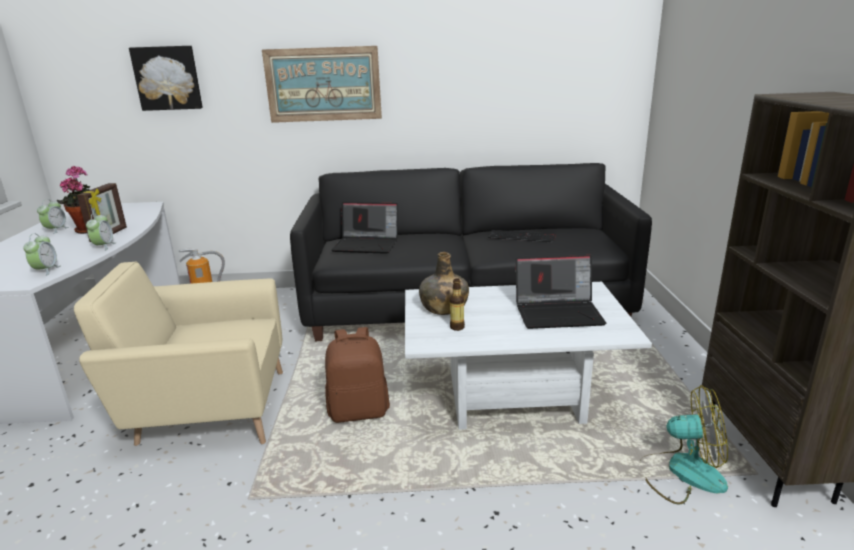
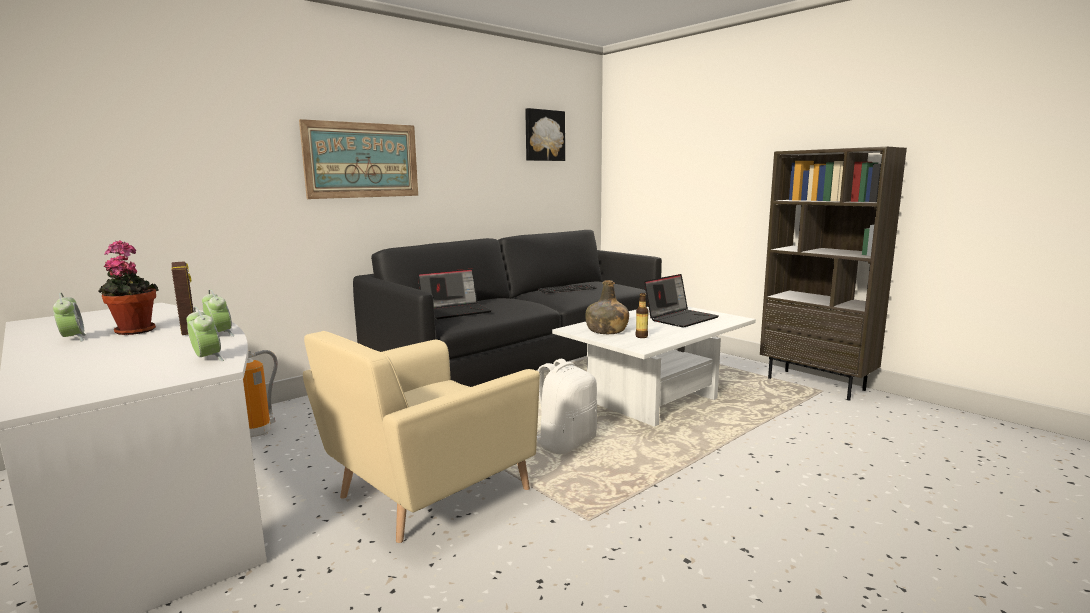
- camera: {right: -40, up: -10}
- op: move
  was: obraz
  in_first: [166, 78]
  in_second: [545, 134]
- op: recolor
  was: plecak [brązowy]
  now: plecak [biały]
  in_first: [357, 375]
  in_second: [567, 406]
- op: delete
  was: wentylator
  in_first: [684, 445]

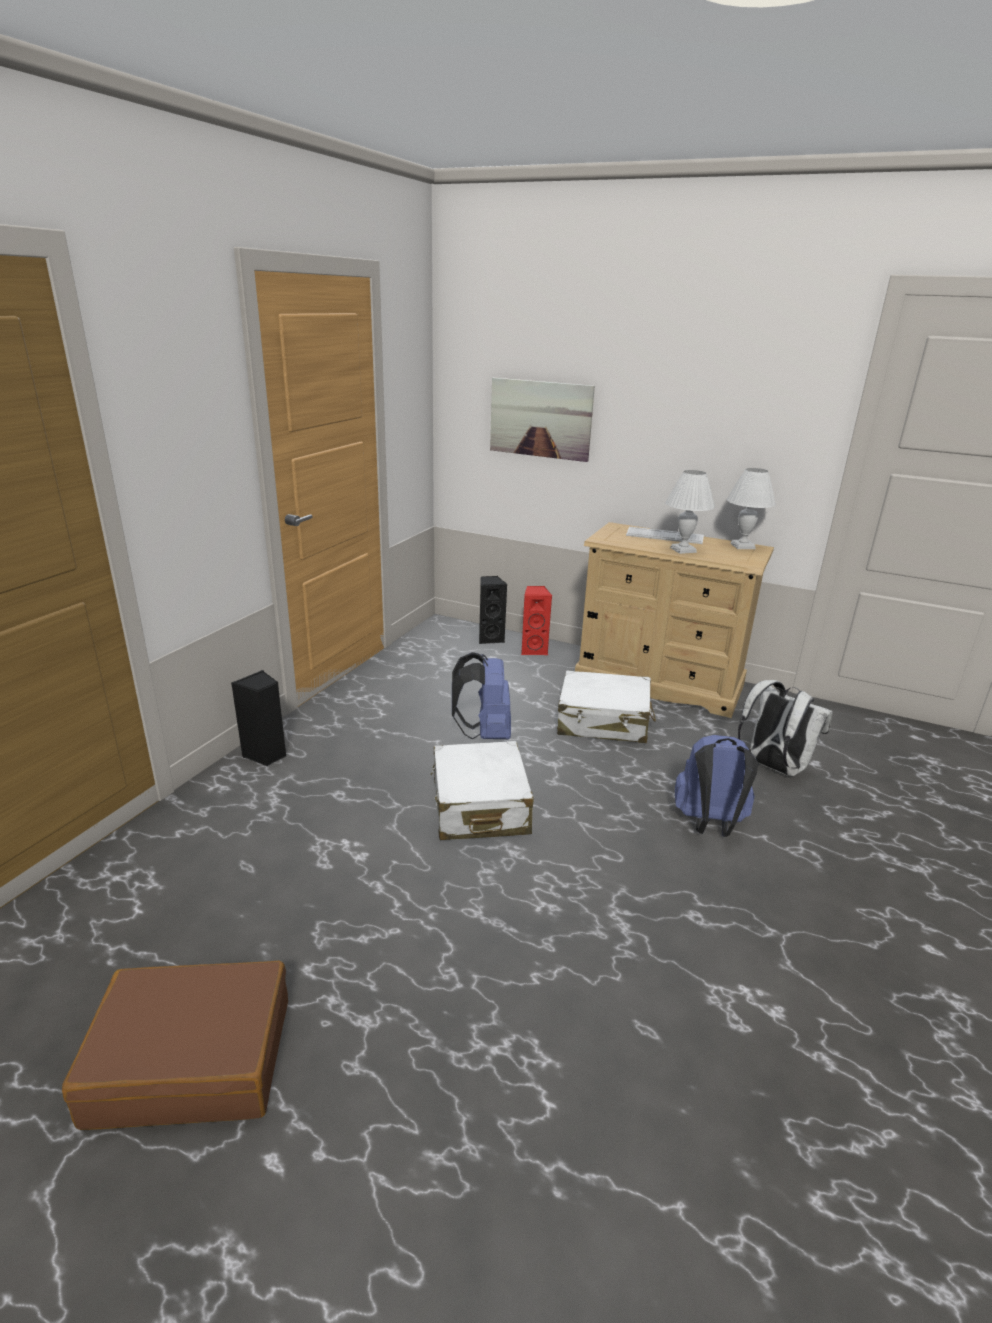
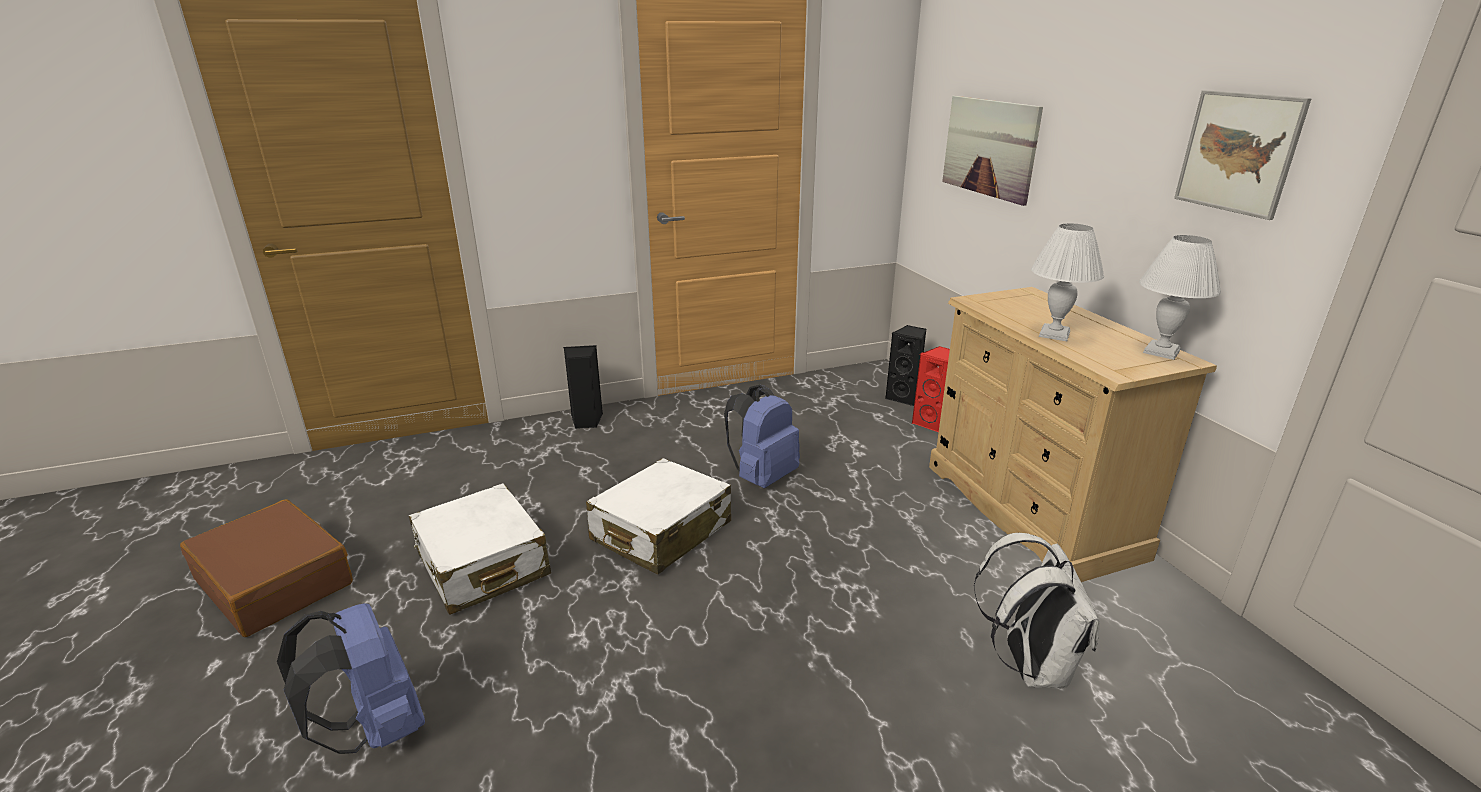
- camera: {right: 45, up: 0}
- op: move
  was: walizka [biały]
  in_first: [606, 706]
  in_second: [480, 549]
- op: delete
  was: klawiatura
  in_first: [665, 535]
- op: move
  was: plecak [niebieski]
  in_first: [717, 786]
  in_second: [351, 678]
- op: insert
  now: obraz
  in_second: [1242, 155]

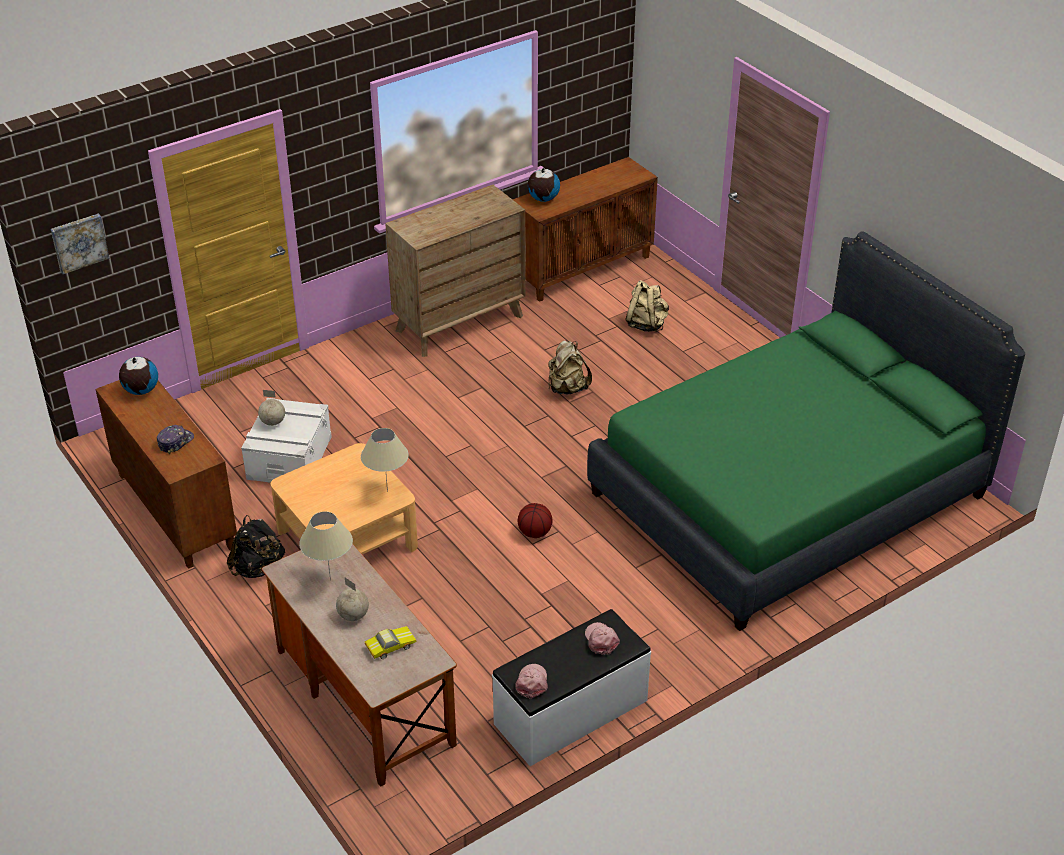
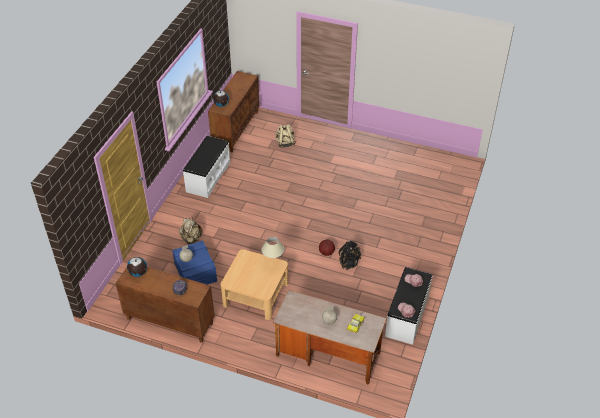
- camera: {right: -35, up: 5}
- op: delete
  was: obraz
  in_first: [80, 244]
- op: move
  was: plecak [czarny]
  in_first: [256, 546]
  in_second: [350, 255]
- op: recolor
  was: pojemnik do przechowywania [biały]
  now: pojemnik do przechowywania [niebieski]
  in_first: [286, 440]
  in_second: [194, 262]
- op: delete
  was: lampa stołowa [beżowy]
  in_first: [326, 546]
- op: replace
  was: komoda [brązowy]
  now: ławka [biały]
  in_first: [455, 271]
  in_second: [206, 167]
- op: move
  was: plecak [beżowy]
  in_first: [570, 367]
  in_second: [191, 231]
- op: delete
  was: łóżko [zielony]
  in_first: [806, 431]

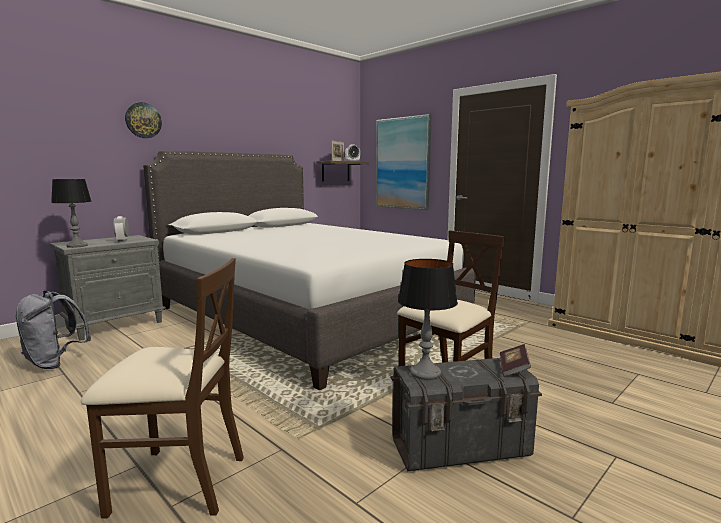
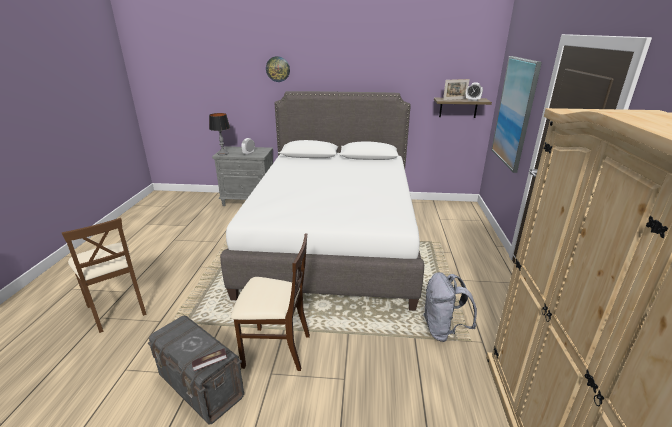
- camera: {right: 50, up: 15}
- op: move
  was: plecak [szary]
  in_first: [53, 330]
  in_second: [450, 307]
- op: delete
  was: lampa stołowa
  in_first: [428, 319]

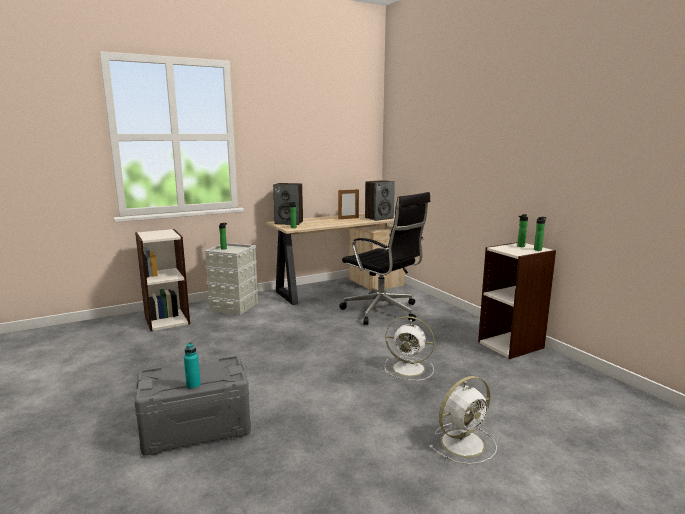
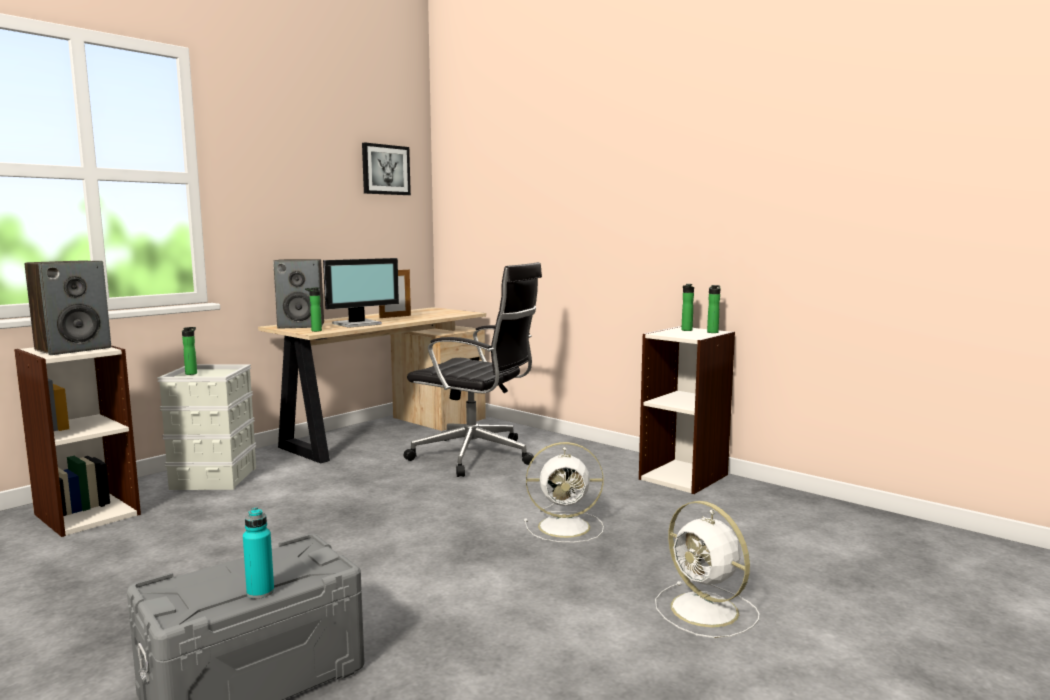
- camera: {right: -20, up: -5}
- op: move
  was: głośnik
  in_first: [380, 200]
  in_second: [68, 307]
- op: rotate
  was: wentylator [biały]
  in_first: [463, 420]
  in_second: [707, 569]
  clockwise: 105
- op: insert
  now: monitor
  in_second: [361, 293]
- op: insert
  now: obraz
  in_second: [386, 168]

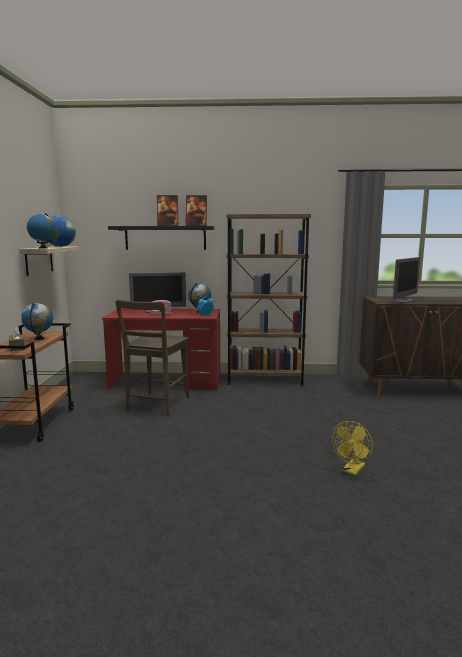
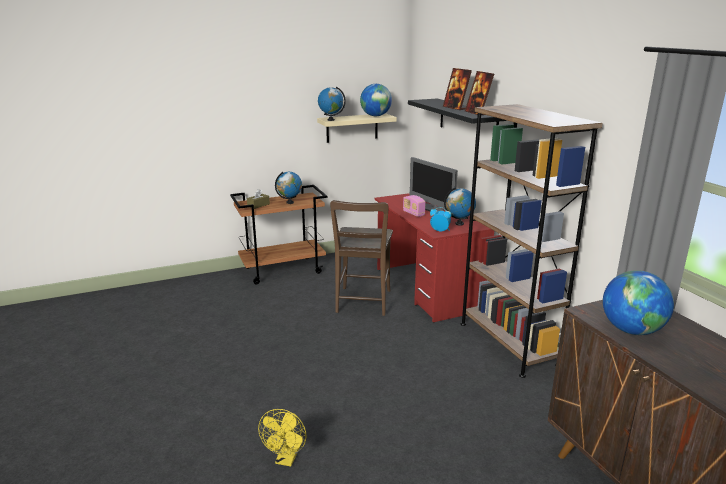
- camera: {right: 65, up: 10}
- op: rotate
  was: krzesło [brązowy]
  in_first: [153, 358]
  in_second: [361, 258]
  clockwise: -75
- op: rotate
  was: wentylator [żółty]
  in_first: [352, 448]
  in_second: [282, 437]
  clockwise: -90
- op: replace
  was: monitor
  now: globus
  in_first: [406, 280]
  in_second: [638, 302]

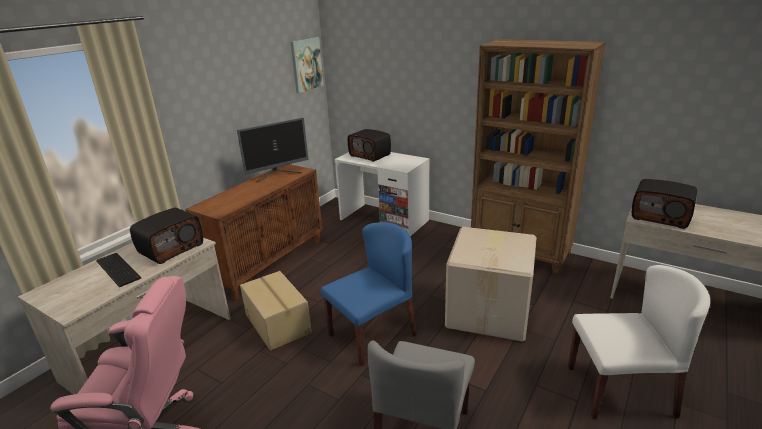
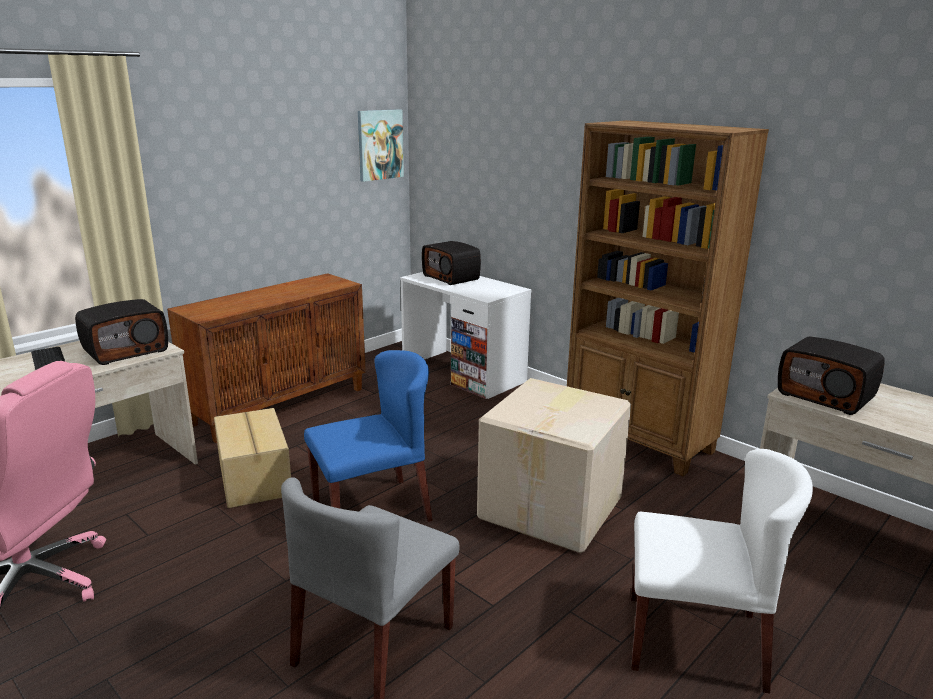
- camera: {right: 10, up: -5}
- op: delete
  was: monitor
  in_first: [272, 150]

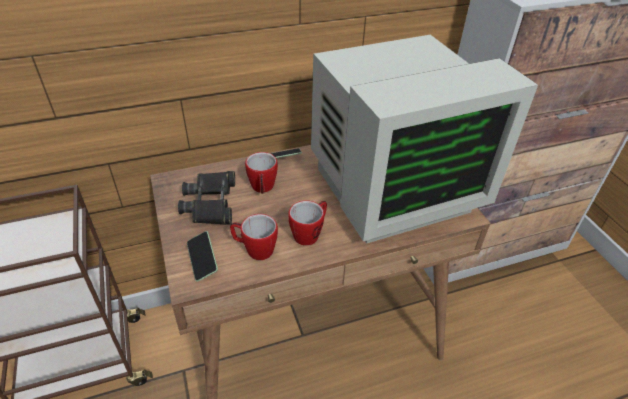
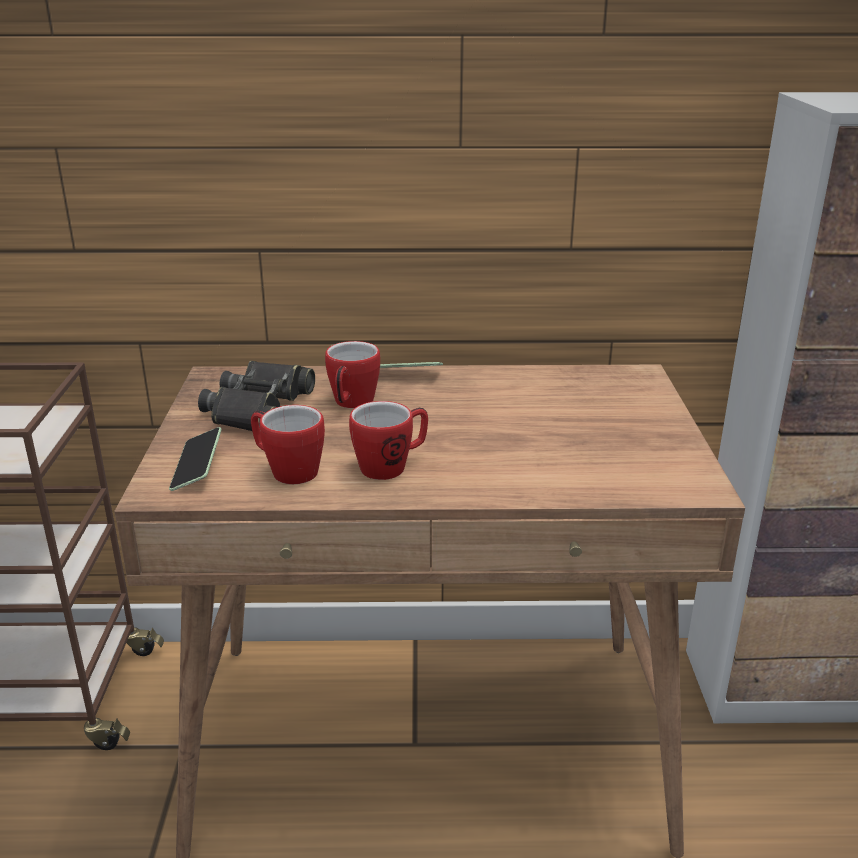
- camera: {right: 20, up: -15}
- op: delete
  was: monitor
  in_first: [424, 139]

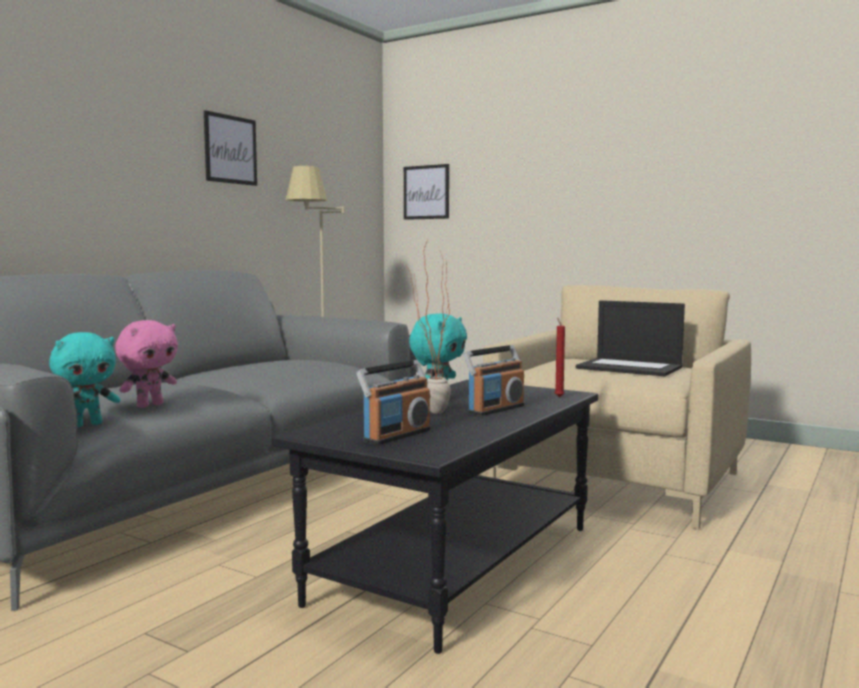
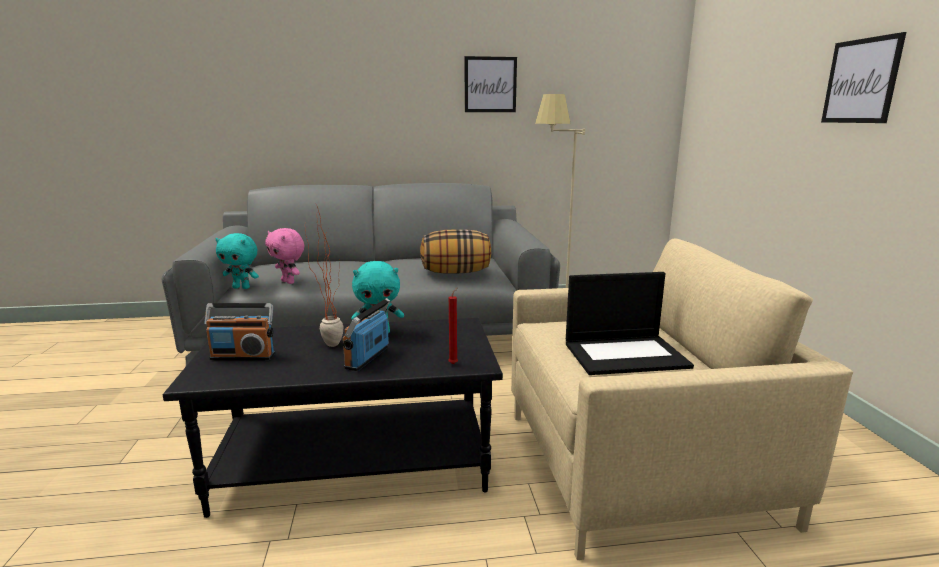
- camera: {right: 50, up: 10}
- op: rotate
  was: pluszak [różowy]
  in_first: [146, 364]
  in_second: [284, 256]
  clockwise: 45
- op: move
  was: obraz
  in_first: [426, 192]
  in_second: [863, 77]
- op: rotate
  was: radio
  in_first: [493, 380]
  in_second: [366, 334]
  clockwise: 105
- op: rotate
  was: laptop
  in_first: [630, 338]
  in_second: [630, 323]
  clockwise: -90
- op: insert
  now: poduszka
  in_second: [455, 251]

